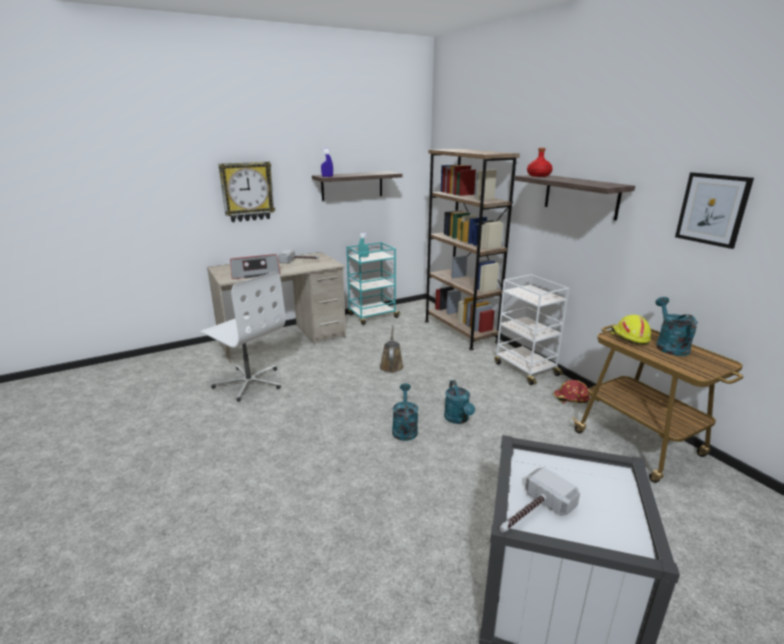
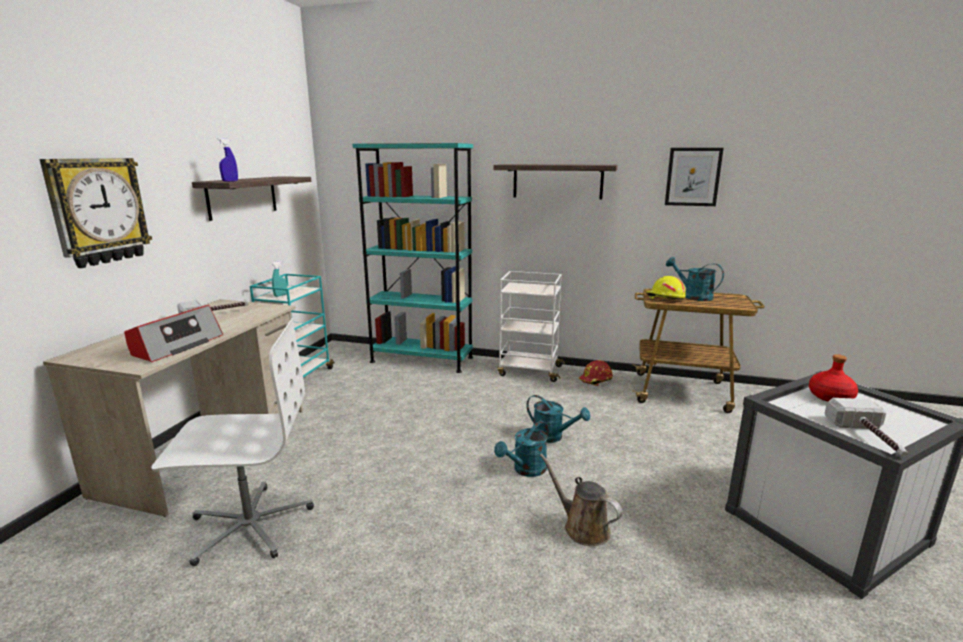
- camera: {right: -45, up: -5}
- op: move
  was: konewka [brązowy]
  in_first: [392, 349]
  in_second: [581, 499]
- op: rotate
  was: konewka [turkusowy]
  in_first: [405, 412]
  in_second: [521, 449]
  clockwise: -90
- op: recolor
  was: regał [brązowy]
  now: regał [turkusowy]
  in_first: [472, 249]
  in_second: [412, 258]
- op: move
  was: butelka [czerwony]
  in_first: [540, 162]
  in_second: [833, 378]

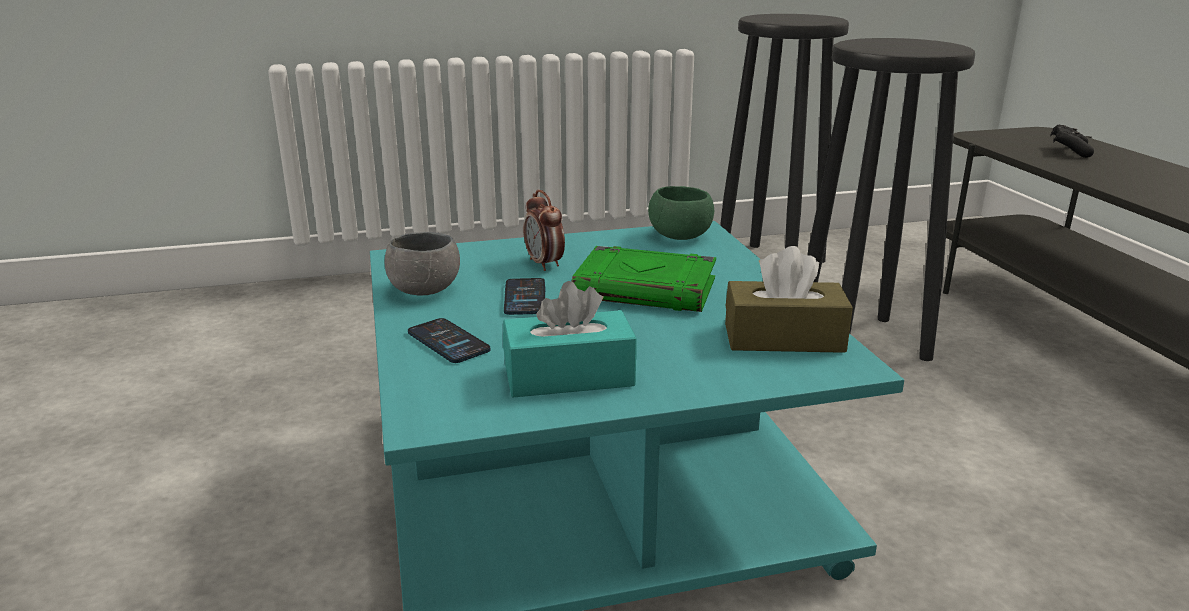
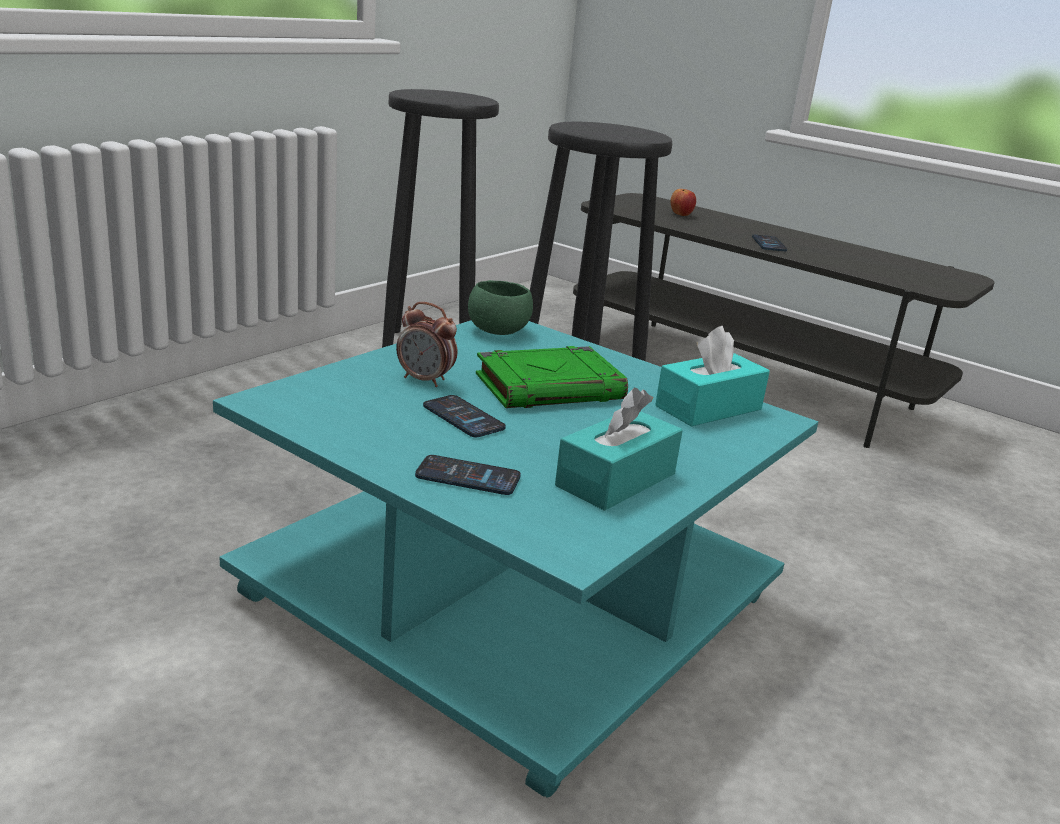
- camera: {right: -40, up: 0}
- op: delete
  was: miska [szary]
  in_first: [422, 263]
- op: recolor
  was: pudełko chusteczek [brązowy]
  now: pudełko chusteczek [turkusowy]
  in_first: [789, 299]
  in_second: [712, 376]
- op: replace
  was: pad do gier [czarny]
  now: jabłko
  in_first: [1072, 141]
  in_second: [683, 202]
- op: insert
  now: telefon
  in_second: [769, 243]

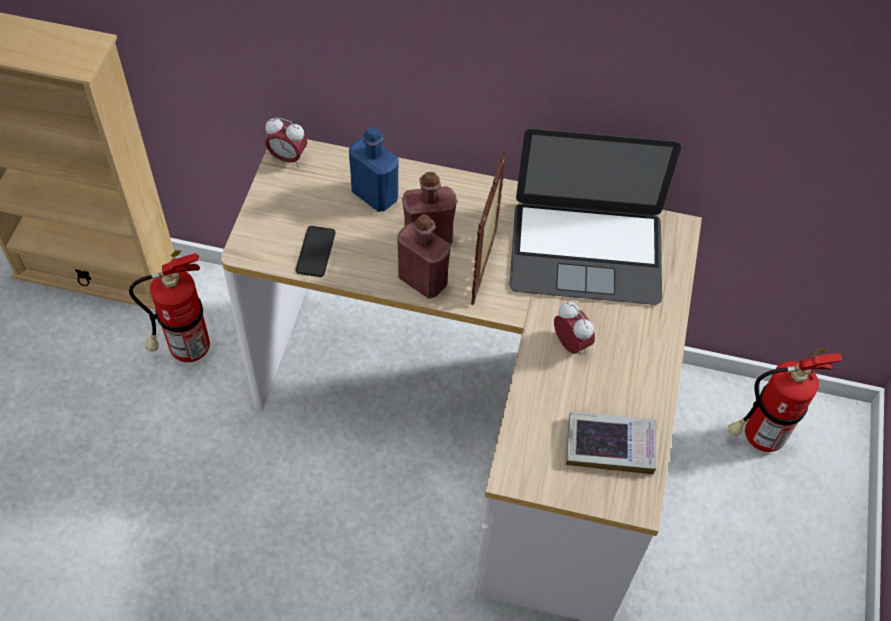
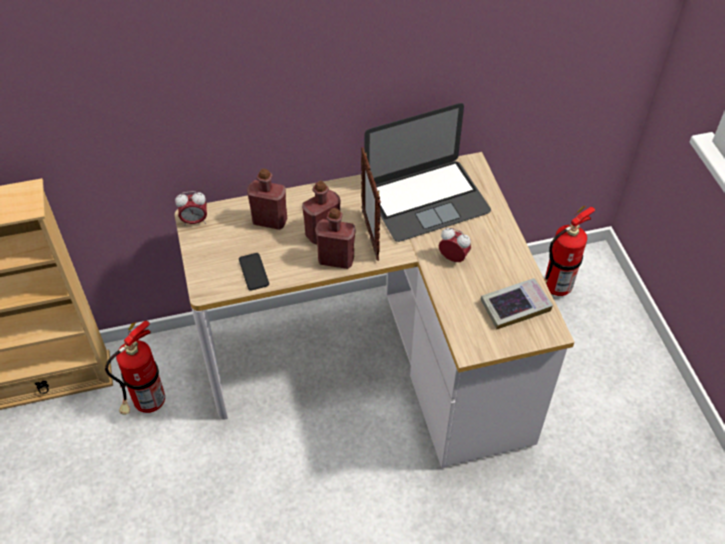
- camera: {right: -25, up: -5}
- op: recolor
  was: butelka [niebieski]
  now: butelka [czerwony]
  in_first: [374, 169]
  in_second: [267, 199]

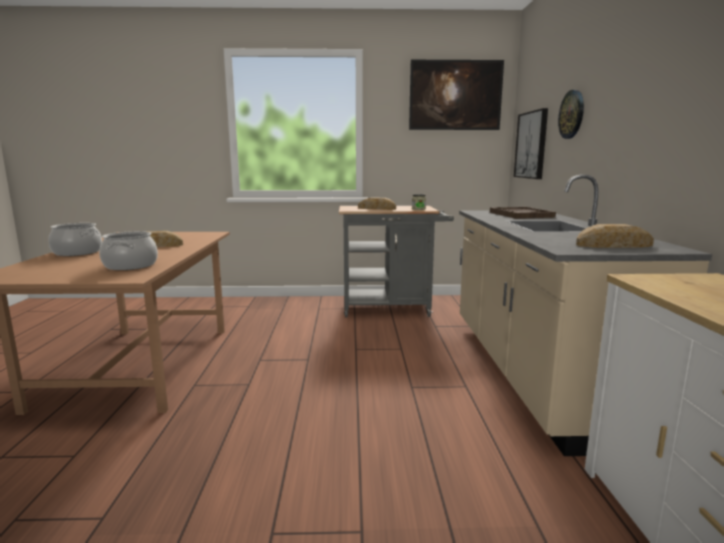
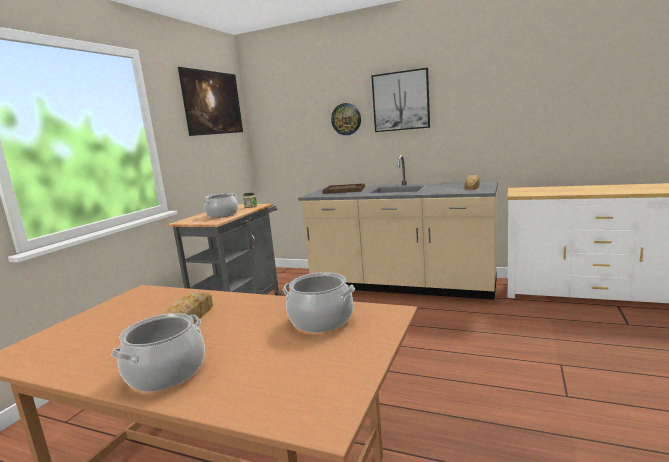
- camera: {right: -65, up: 0}
- op: replace
  was: chleb
  now: garnek
  in_first: [377, 203]
  in_second: [220, 205]
- op: move
  was: obraz
  in_first: [531, 143]
  in_second: [400, 100]

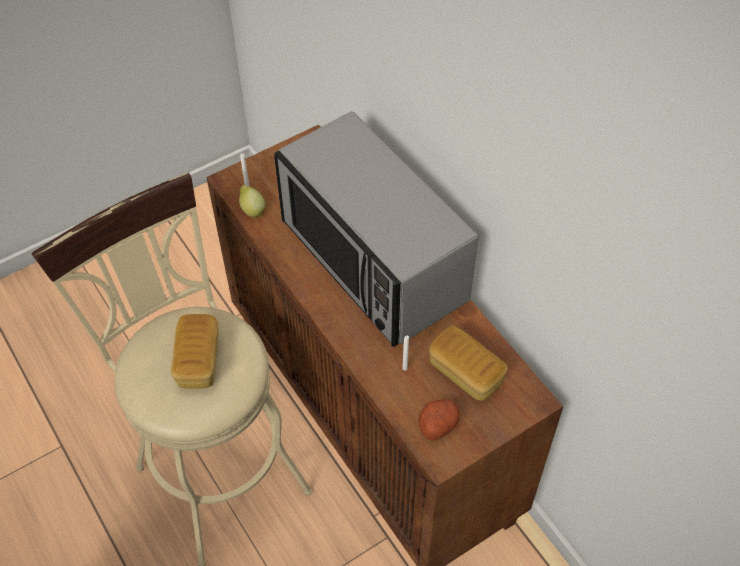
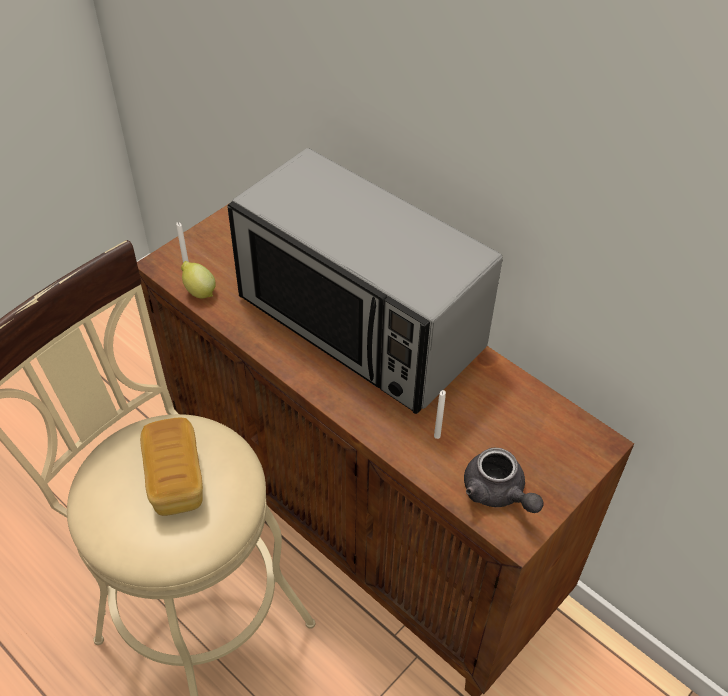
- camera: {right: -15, up: -5}
- op: replace
  was: ziemniak
  now: imbryk [szary]
  in_first: [439, 420]
  in_second: [504, 480]
- op: delete
  was: chleb
  in_first: [468, 363]

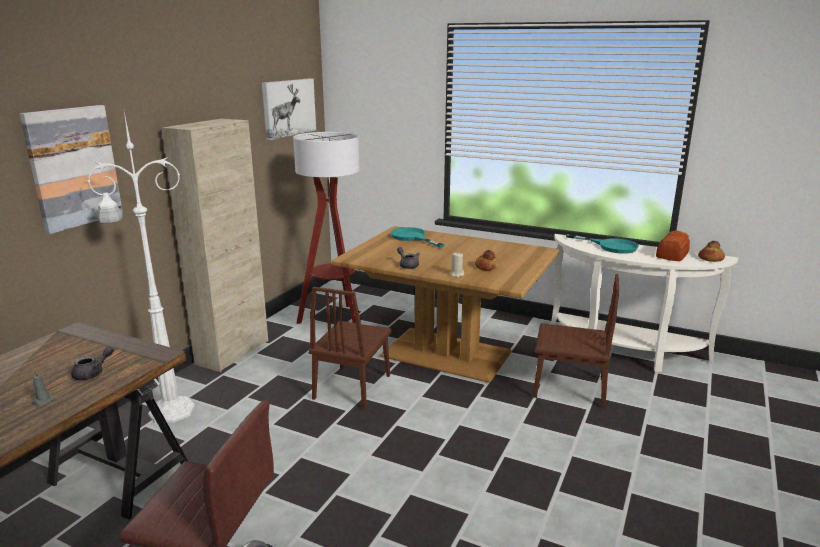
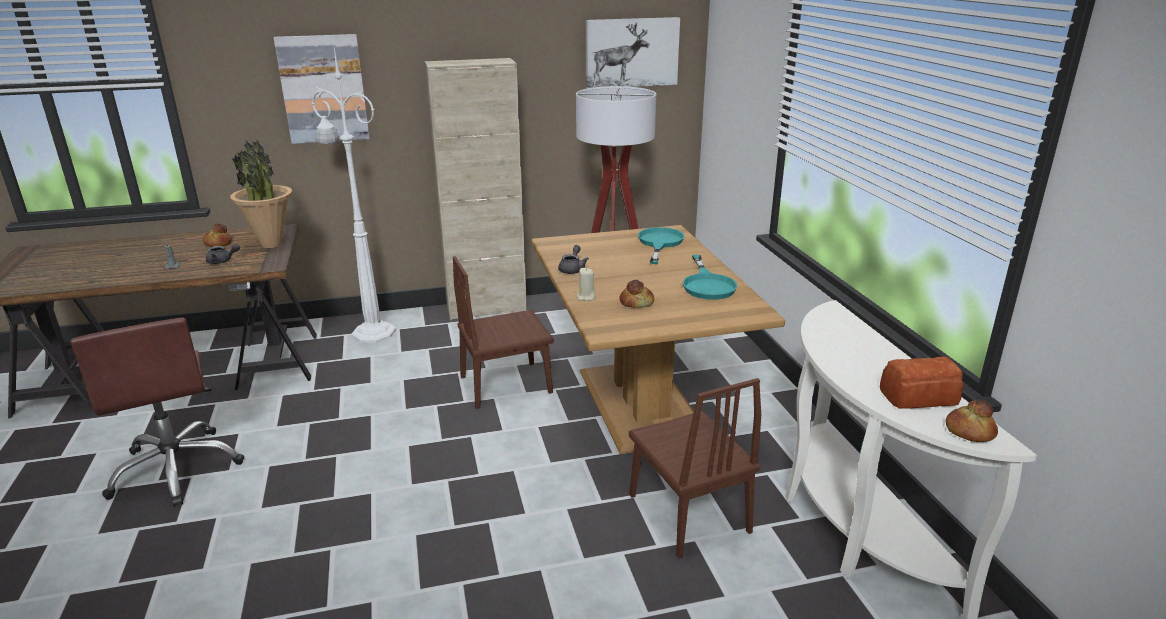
- camera: {right: 50, up: 5}
- op: move
  was: patelnia [turkusowy]
  in_first: [602, 244]
  in_second: [710, 277]
- op: insert
  now: chleb
  in_second: [217, 235]
- op: insert
  now: roślina doniczkowa
  in_second: [261, 193]

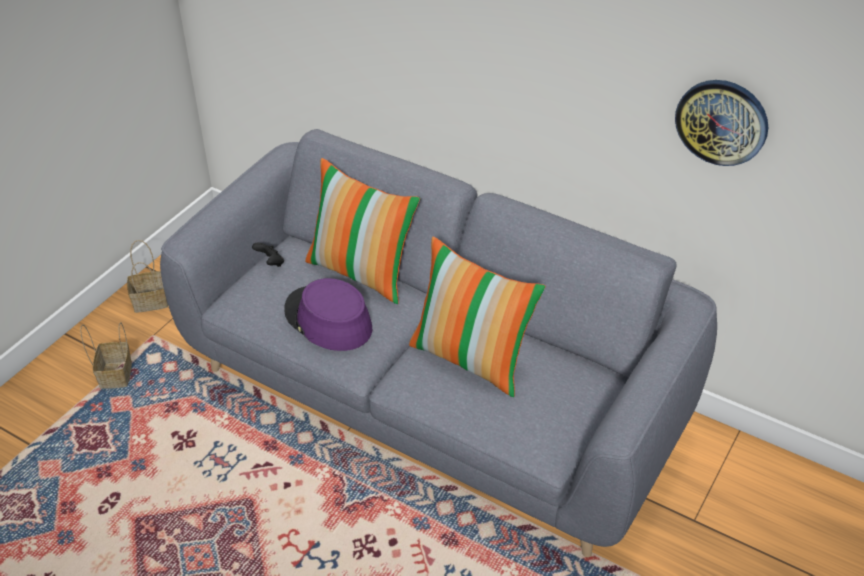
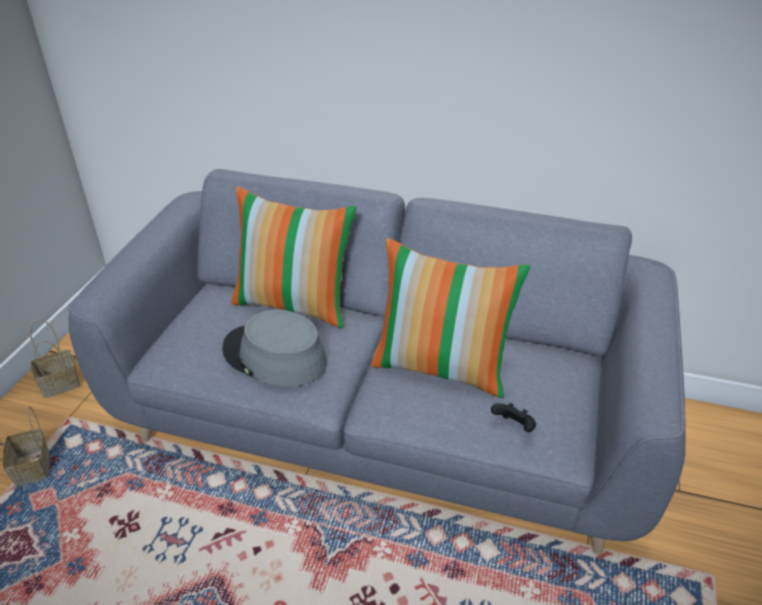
- camera: {right: -15, up: -5}
- op: move
  was: pad do gier [czarny]
  in_first: [268, 255]
  in_second: [513, 417]
- op: recolor
  was: kapelusz [fioletowy]
  now: kapelusz [szary]
  in_first: [328, 314]
  in_second: [274, 348]
- op: delete
  was: zegar ścienny
  in_first: [721, 123]

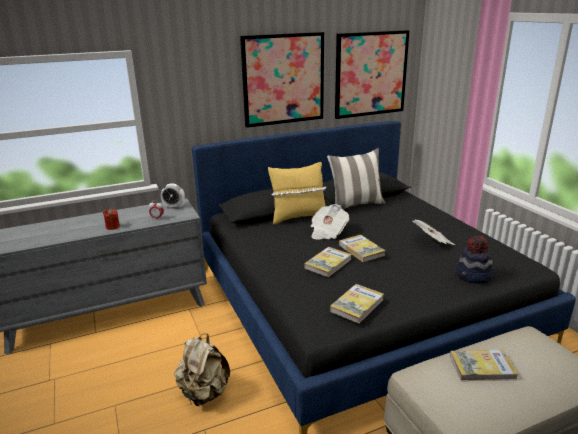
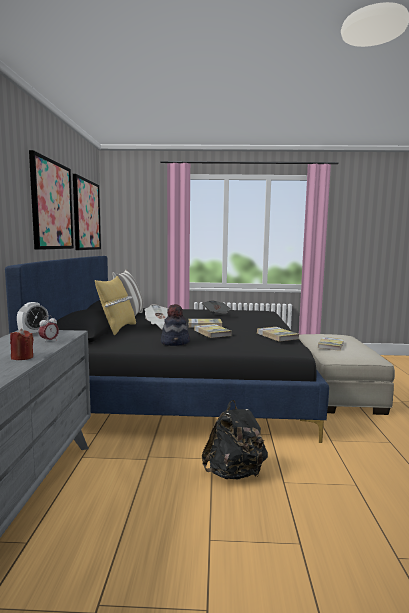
- camera: {right: -65, up: -15}
- op: recolor
  was: plecak [beżowy]
  now: plecak [czarny]
  in_first: [202, 369]
  in_second: [235, 439]
- op: move
  was: kapelusz
  in_first: [475, 259]
  in_second: [175, 325]

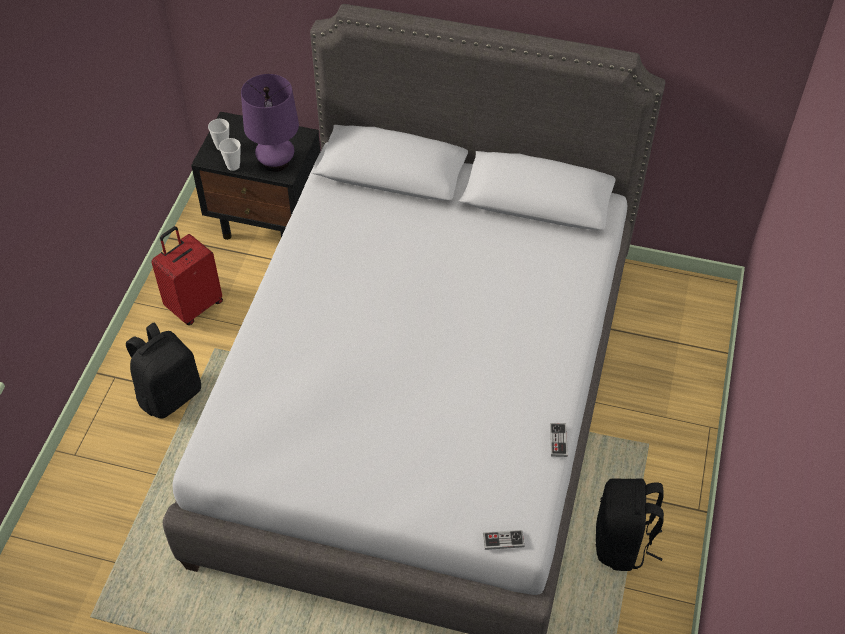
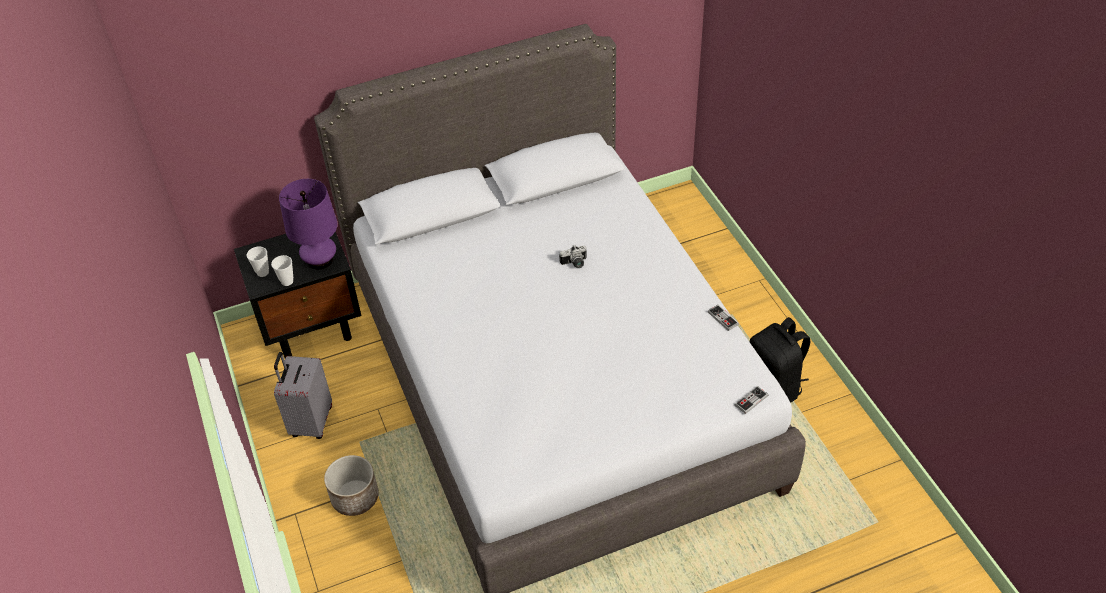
- camera: {right: -35, up: -5}
- op: replace
  was: plecak [czarny]
  now: donica
  in_first: [163, 370]
  in_second: [351, 485]
- op: recolor
  was: walizka [czerwony]
  now: walizka [szary]
  in_first: [187, 275]
  in_second: [303, 395]
- op: insert
  now: aparat fotograficzny
  in_second: [573, 256]

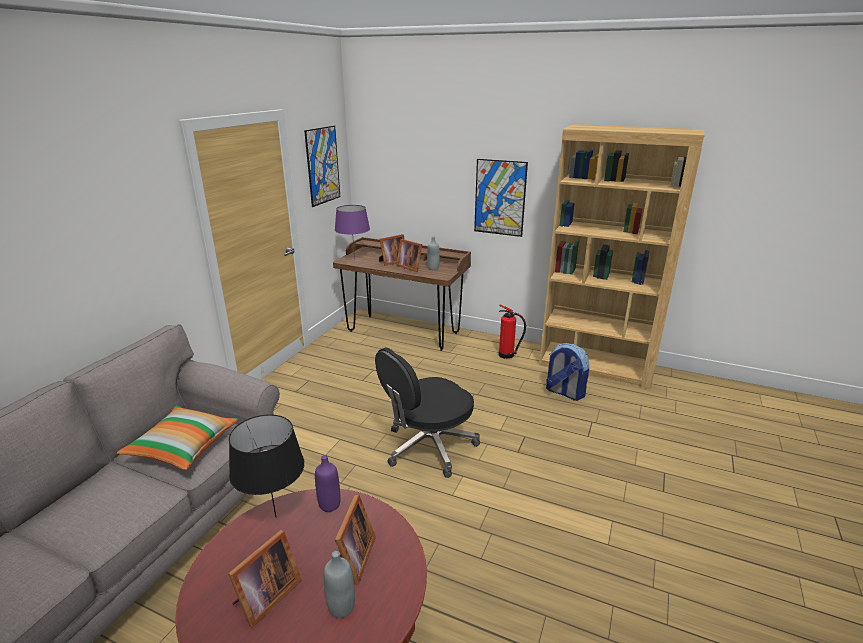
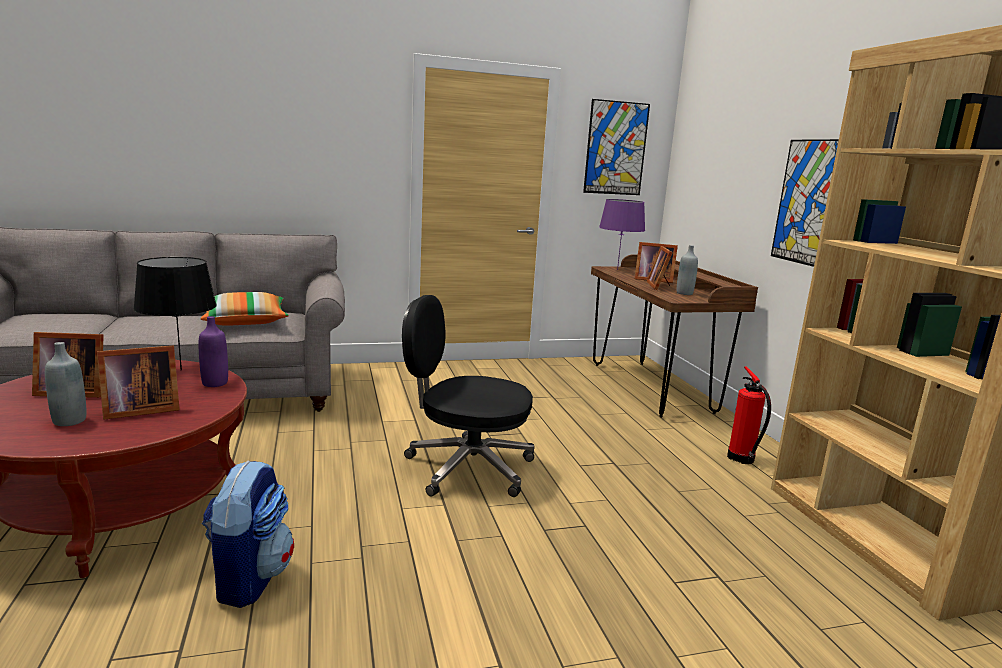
- camera: {right: 50, up: -10}
- op: move
  was: plecak
  in_first: [567, 372]
  in_second: [248, 534]

